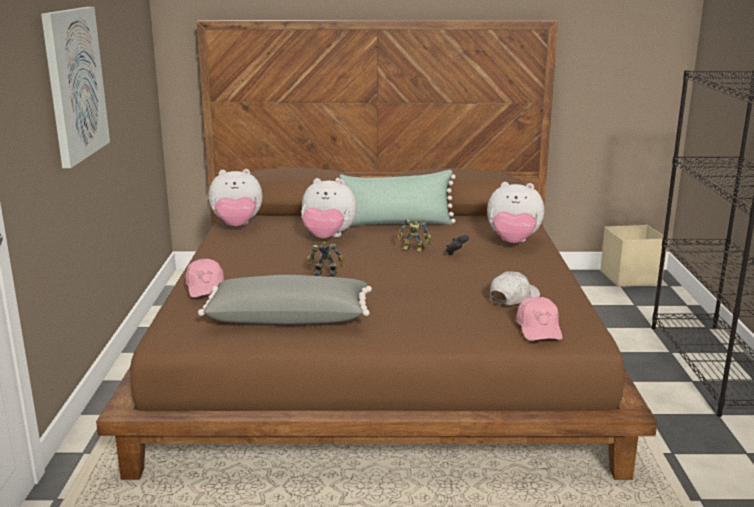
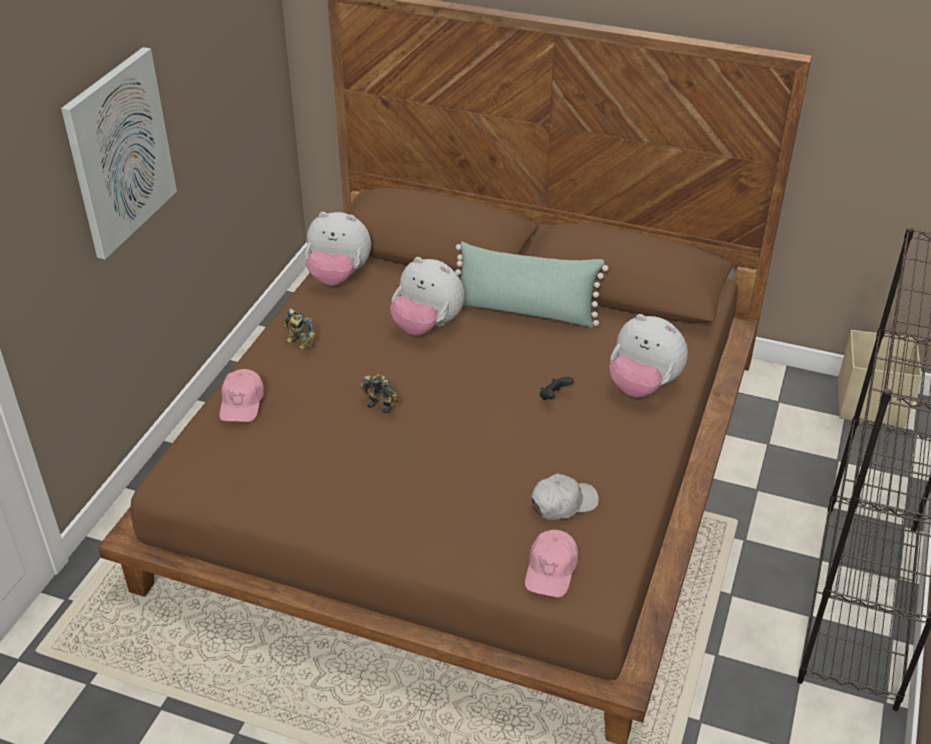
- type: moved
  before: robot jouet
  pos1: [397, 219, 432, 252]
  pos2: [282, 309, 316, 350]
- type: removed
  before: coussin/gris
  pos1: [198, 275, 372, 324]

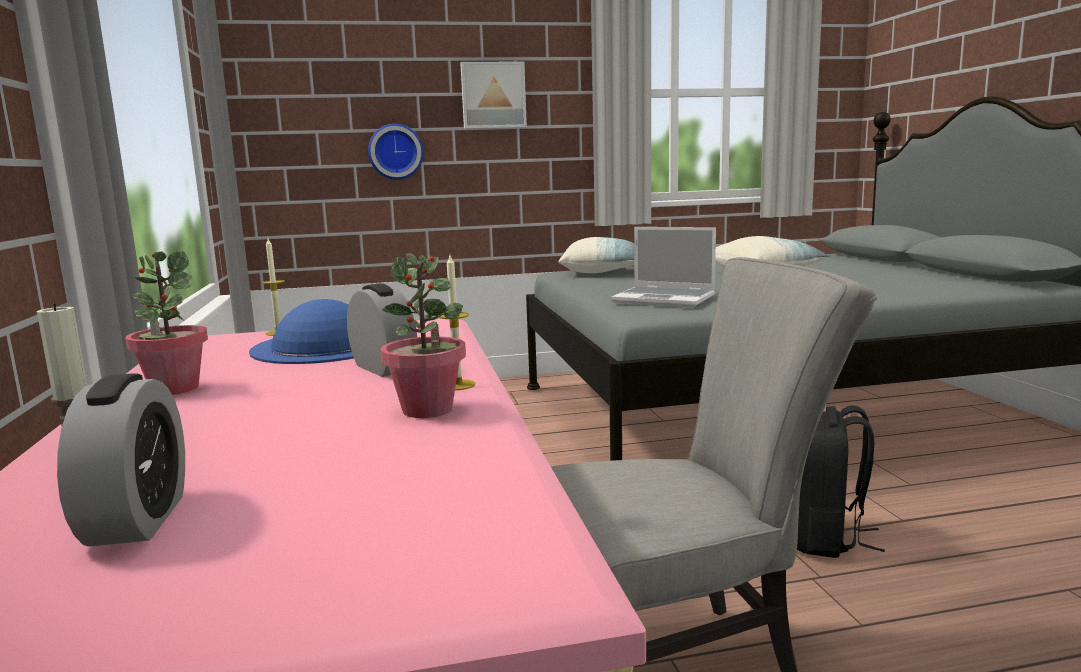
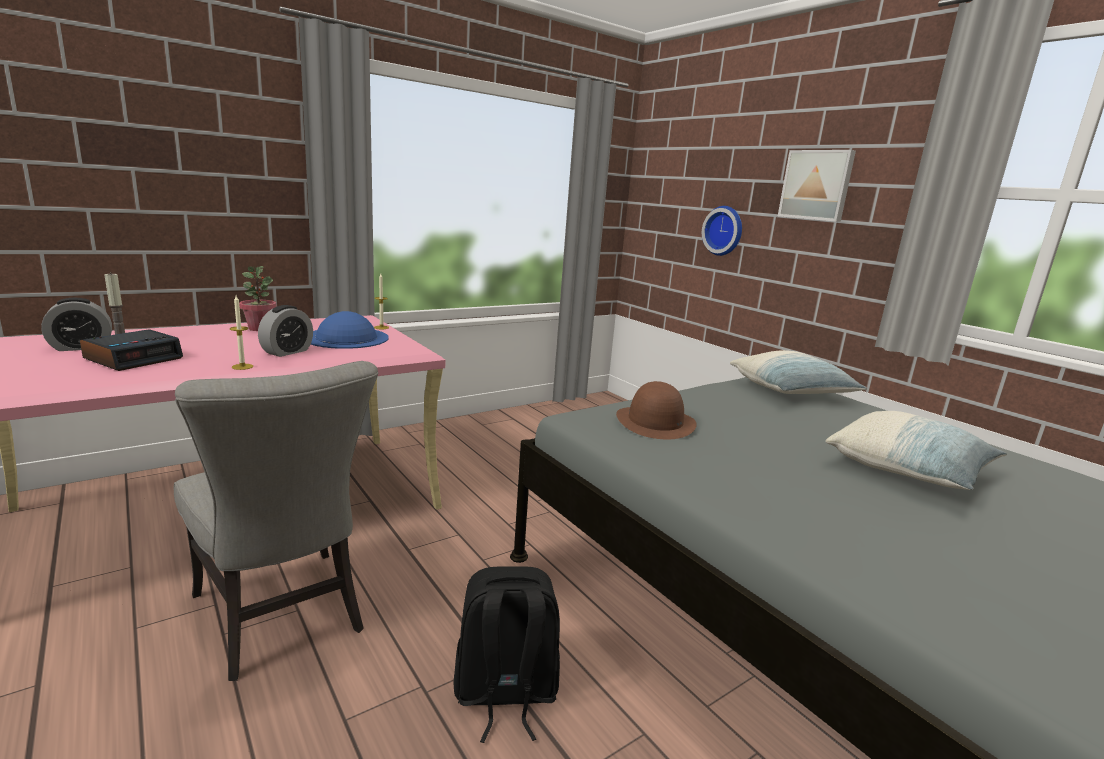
- type: replaced
  before: ordinateur portable
  after: chapeau/marron
  pos1: [611, 227, 716, 308]
  pos2: [616, 381, 697, 440]
- type: removed
  before: plante en pot
  pos1: [380, 253, 466, 418]
- type: added
  after: réveil
  pos2: [80, 329, 183, 371]

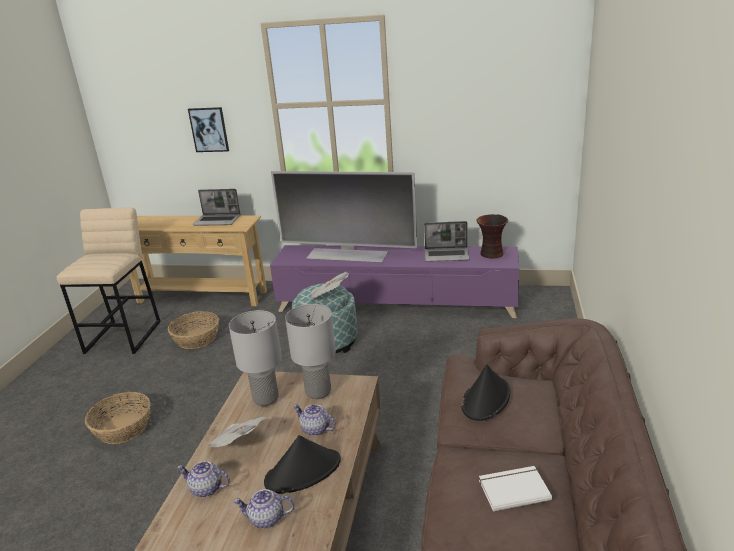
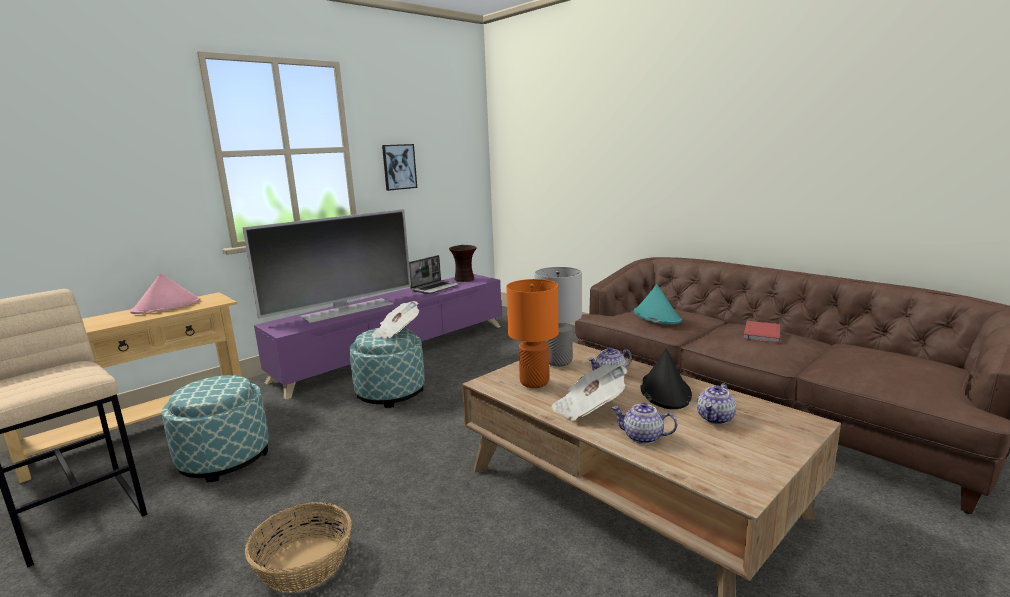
- type: moved
  before: tableau
  pos1: [188, 107, 229, 152]
  pos2: [382, 144, 417, 191]
- type: replaced
  before: ordinateur portable
  after: chapeau/rose
  pos1: [193, 189, 241, 226]
  pos2: [130, 273, 201, 314]
- type: recoloured
  before: lampe de table/gris
  after: lampe de table/orange
  pos1: [229, 310, 282, 406]
  pos2: [506, 279, 559, 388]
- type: replaced
  before: panier
  after: pouf
  pos1: [168, 311, 219, 349]
  pos2: [162, 375, 269, 483]
- type: recoloured
  before: chapeau/noir
  after: chapeau/turquoise
  pos1: [461, 364, 510, 421]
  pos2: [634, 284, 682, 324]
- type: turned
  before: théière
  pos1: [177, 461, 230, 497]
  pos2: [611, 402, 677, 444]
  turn: 60
- type: recoloured
  before: livre/blanc
  after: livre/rouge
  pos1: [479, 466, 552, 511]
  pos2: [743, 321, 780, 343]

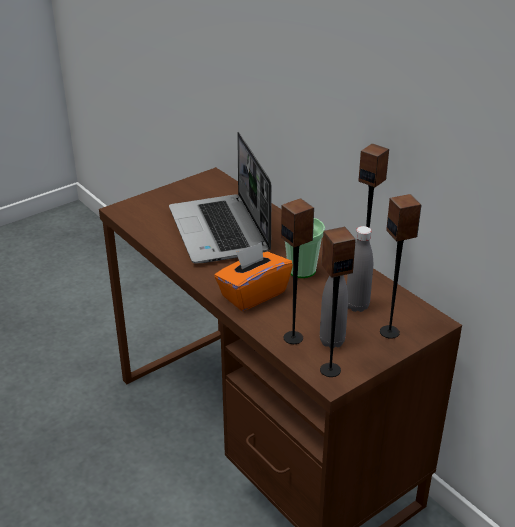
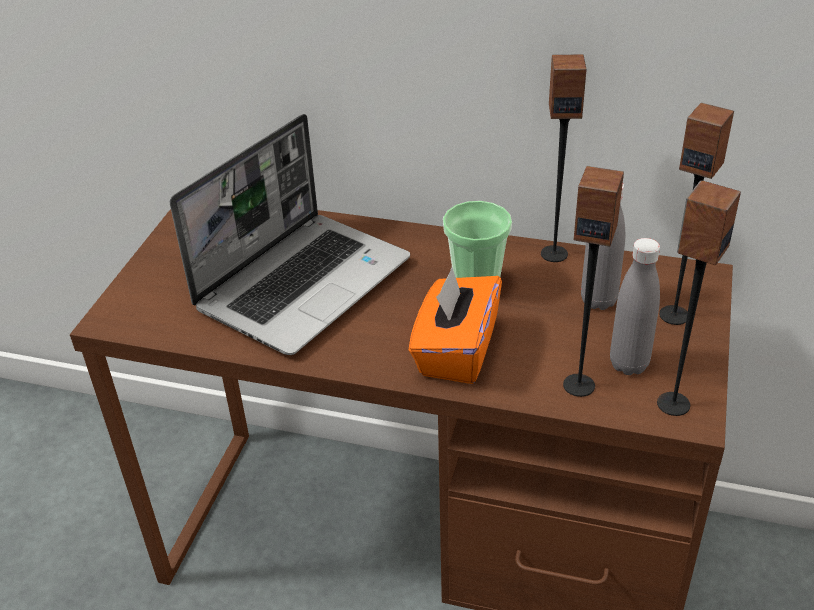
- type: turned
  before: ordinateur portable
  pos1: [169, 132, 272, 263]
  pos2: [170, 114, 410, 355]
  turn: -90

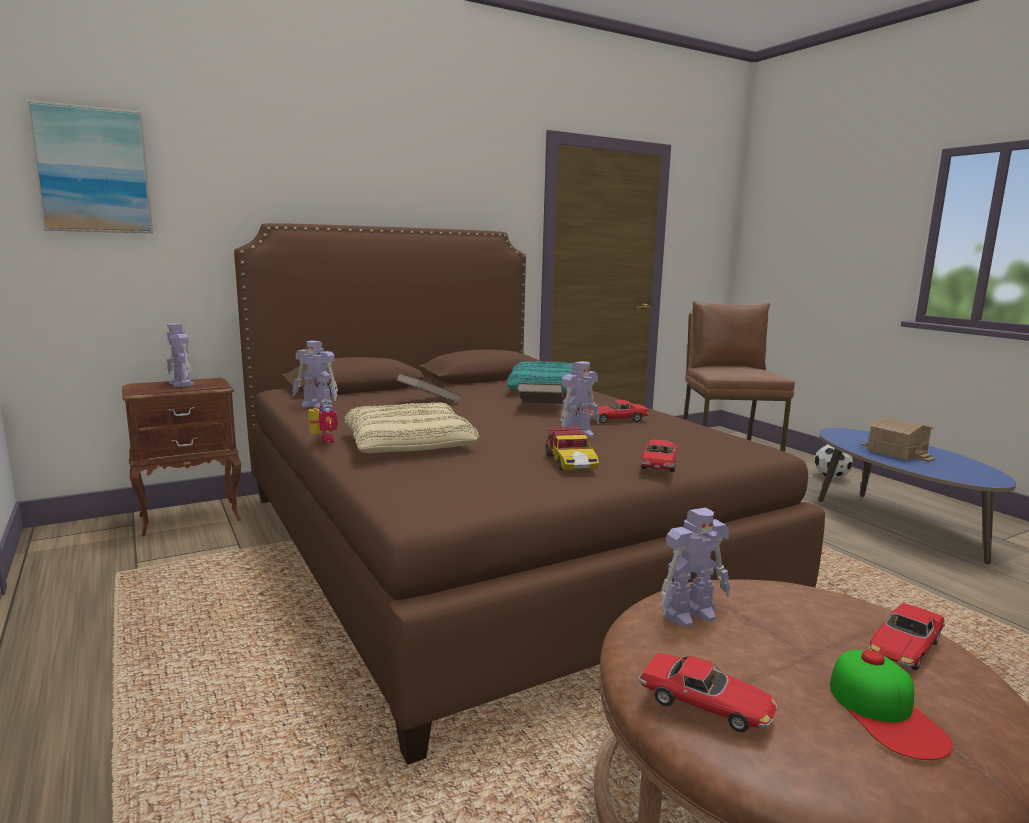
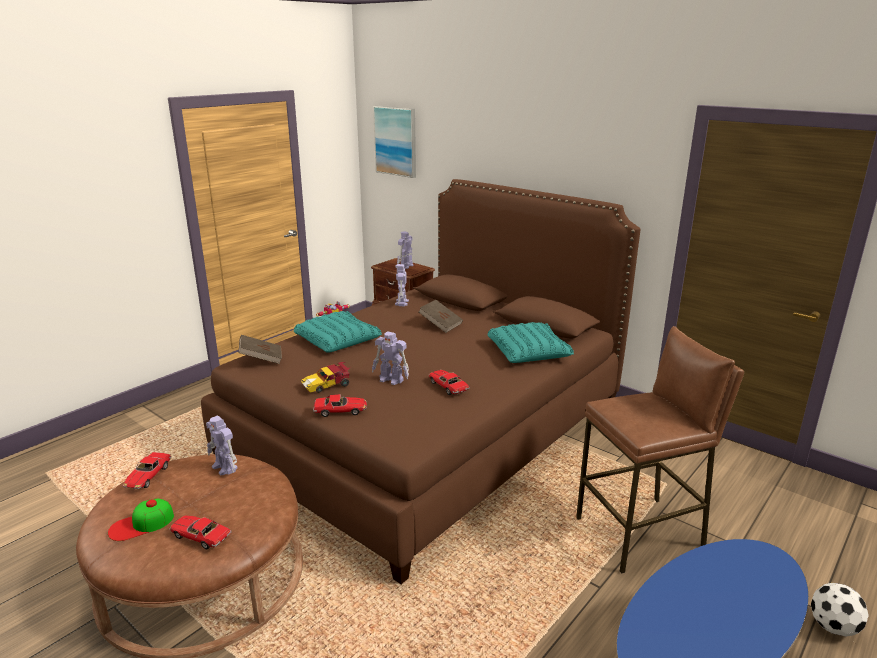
- type: moved
  before: livre/marron
  pos1: [517, 383, 564, 404]
  pos2: [239, 335, 282, 364]
- type: recoloured
  before: coussin/beige
  after: coussin/turquoise
  pos1: [344, 402, 479, 453]
  pos2: [294, 311, 382, 353]
- type: removed
  before: maison miniature
  pos1: [861, 417, 935, 462]

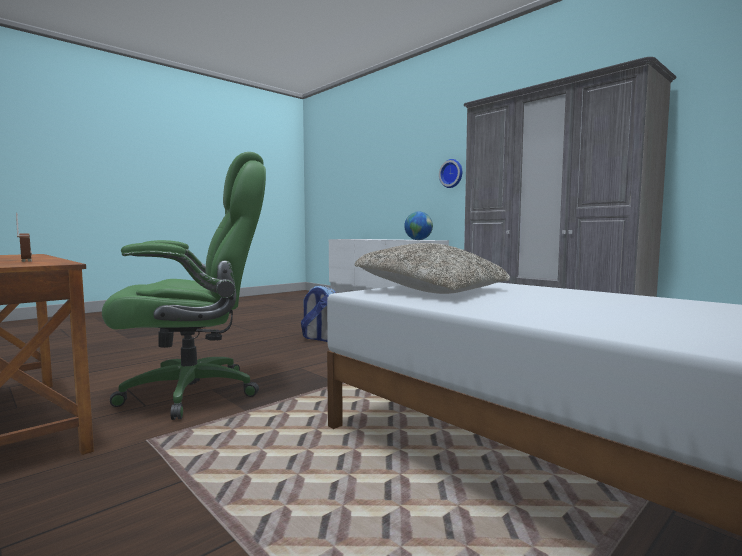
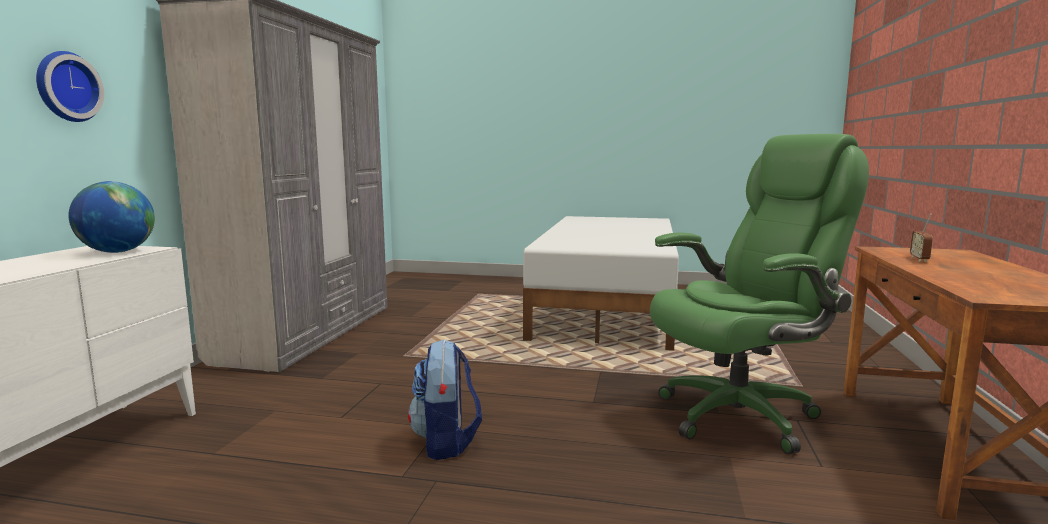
- type: turned
  before: chaise de bureau/vert
  pos1: [102, 152, 266, 420]
  pos2: [650, 134, 869, 454]
  turn: 120
- type: removed
  before: coussin/beige
  pos1: [354, 243, 510, 294]

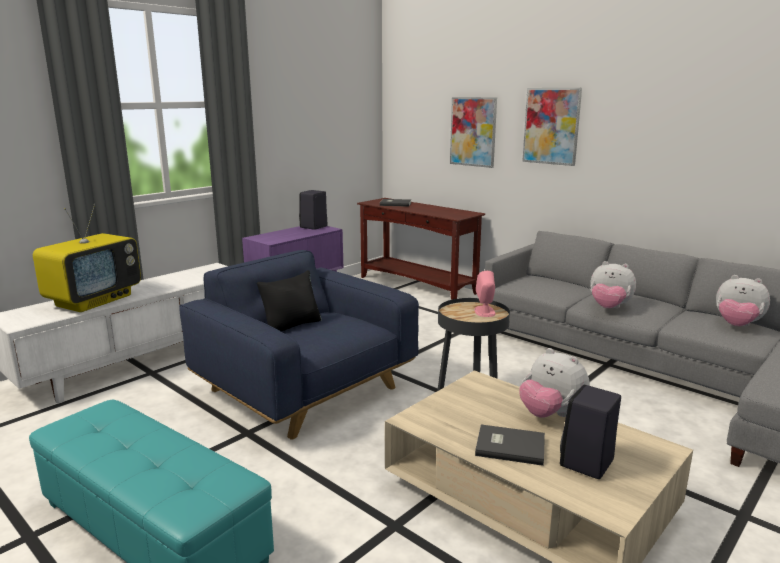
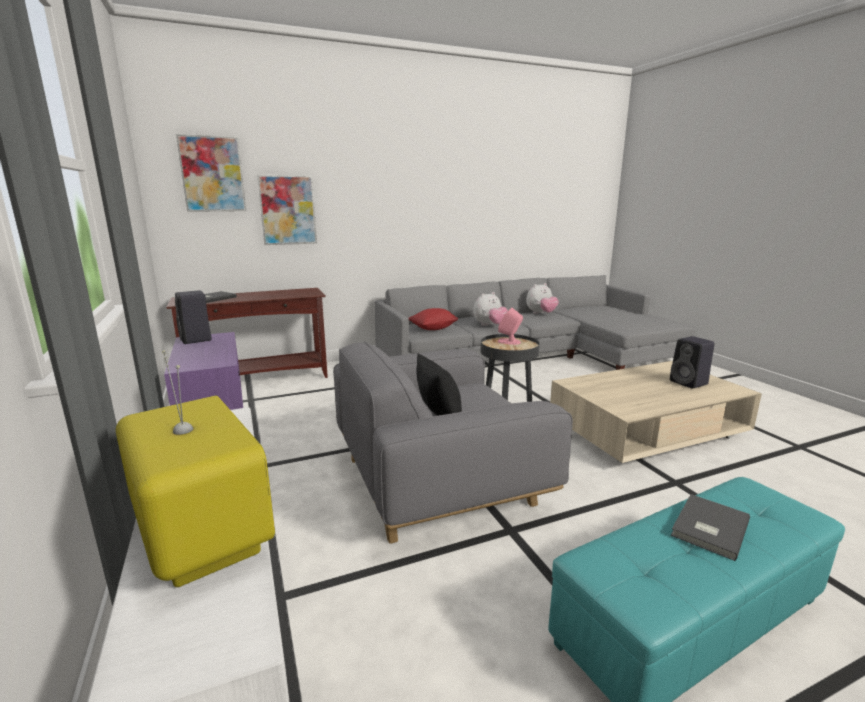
- type: moved
  before: tableau
  pos1: [522, 88, 582, 166]
  pos2: [176, 134, 246, 212]
- type: recoloured
  before: fauteuil/bleu
  after: fauteuil/gris
  pos1: [179, 250, 419, 440]
  pos2: [333, 341, 573, 544]
- type: removed
  before: peluche
  pos1: [519, 348, 590, 418]
- type: moved
  before: livre/gris
  pos1: [475, 424, 545, 466]
  pos2: [671, 494, 750, 561]
- type: added
  after: coussin/rouge
  pos2: [409, 308, 459, 330]

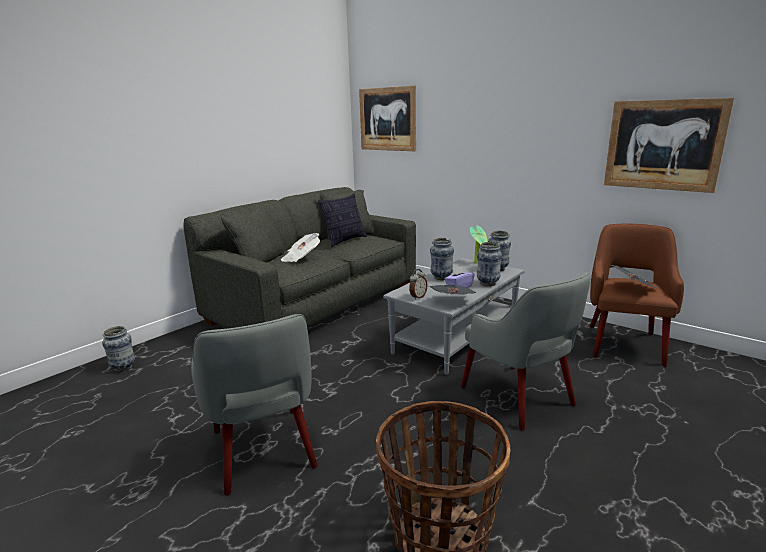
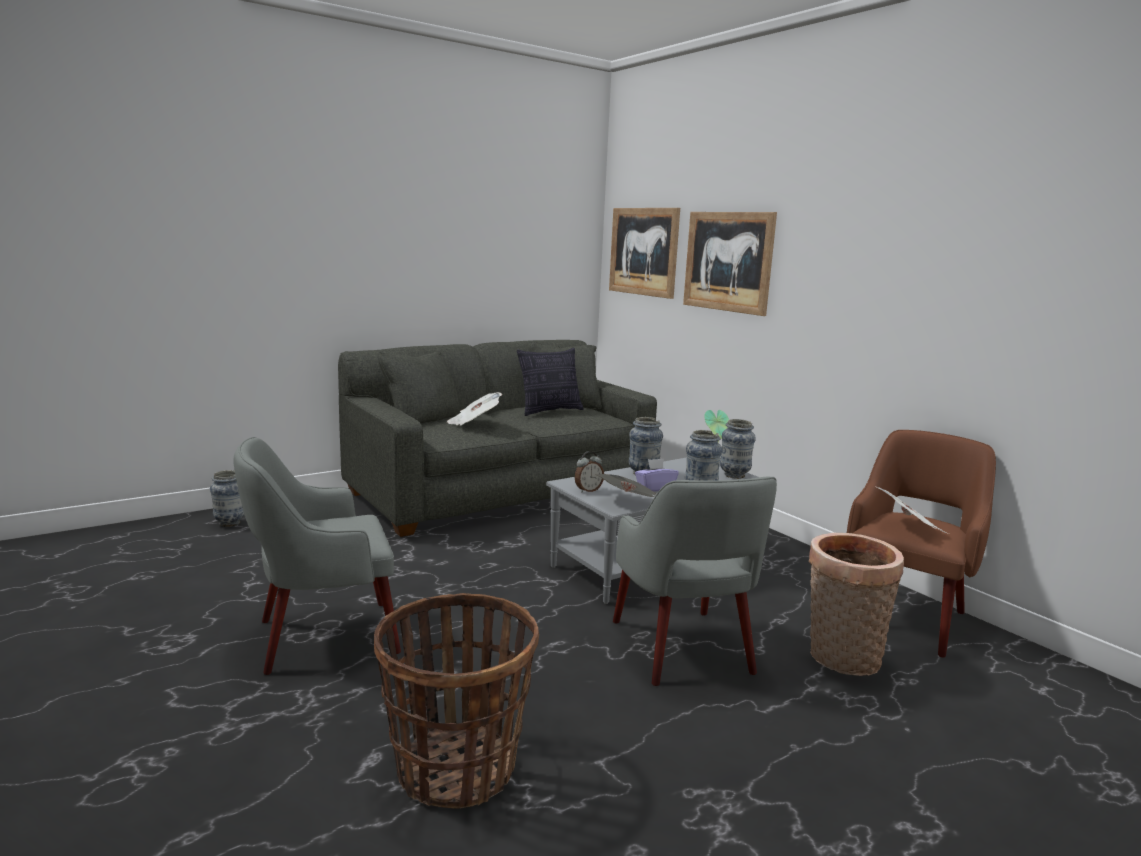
- type: moved
  before: tableau
  pos1: [604, 98, 734, 193]
  pos2: [683, 212, 777, 316]
- type: turned
  before: fauteuil/gris
  pos1: [191, 314, 318, 496]
  pos2: [234, 437, 401, 675]
  turn: 75
- type: added
  after: panier
  pos2: [808, 533, 904, 676]

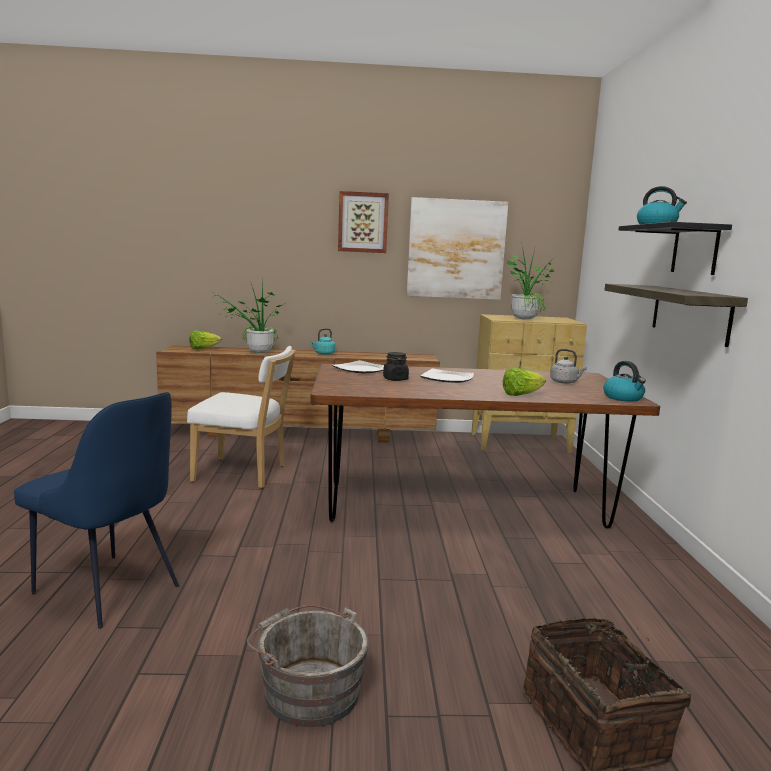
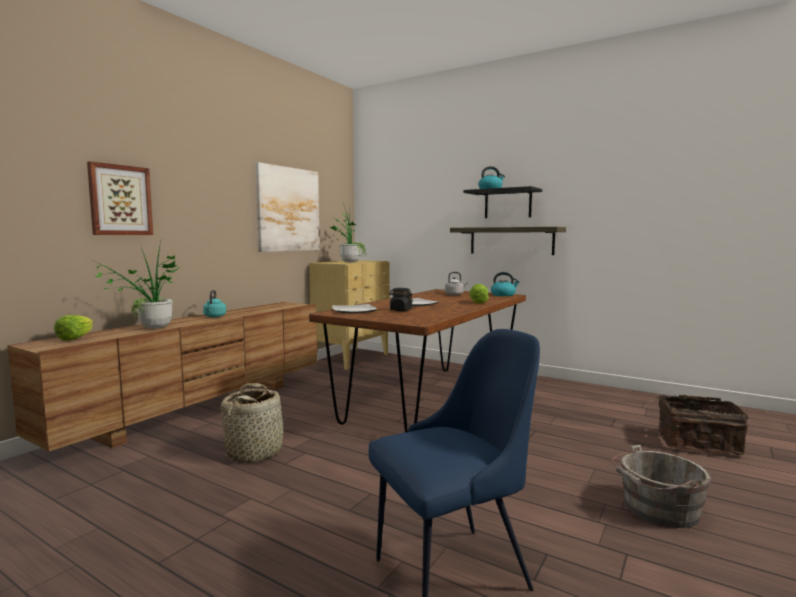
- type: moved
  before: tableau
  pos1: [338, 191, 389, 253]
  pos2: [87, 161, 153, 235]
- type: replaced
  before: chaise/blanc
  after: panier
  pos1: [187, 346, 296, 488]
  pos2: [221, 383, 286, 463]

